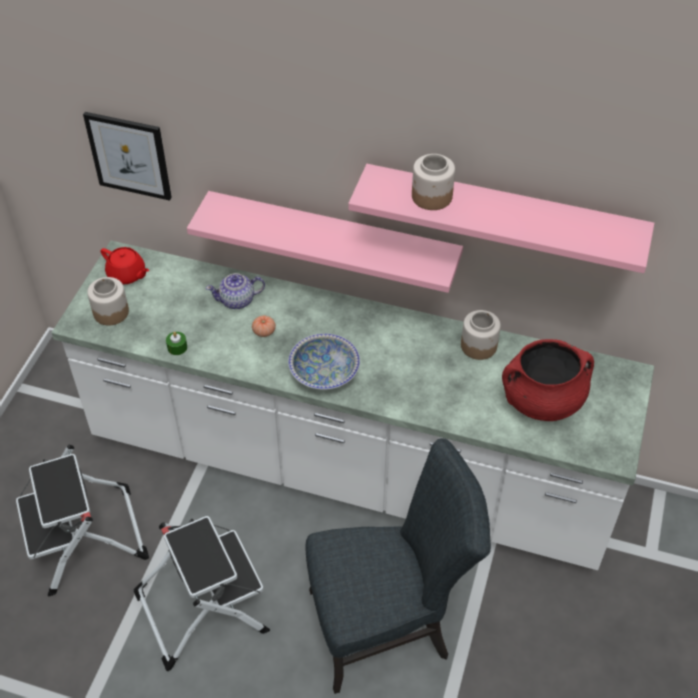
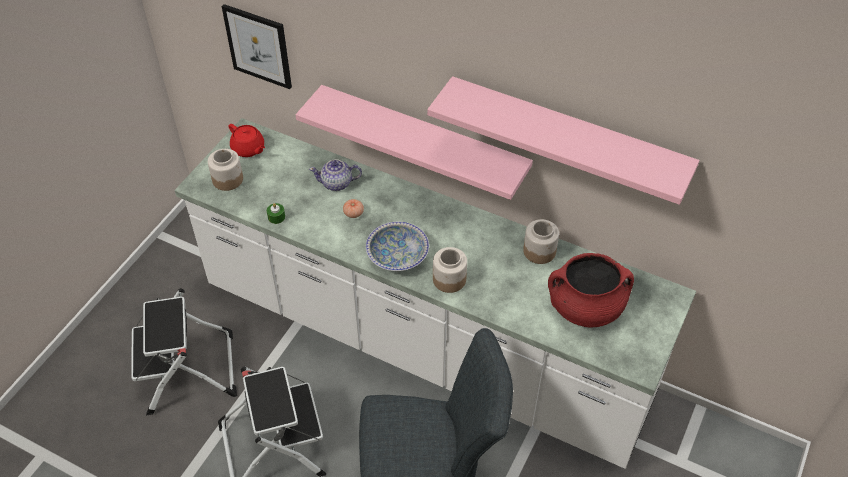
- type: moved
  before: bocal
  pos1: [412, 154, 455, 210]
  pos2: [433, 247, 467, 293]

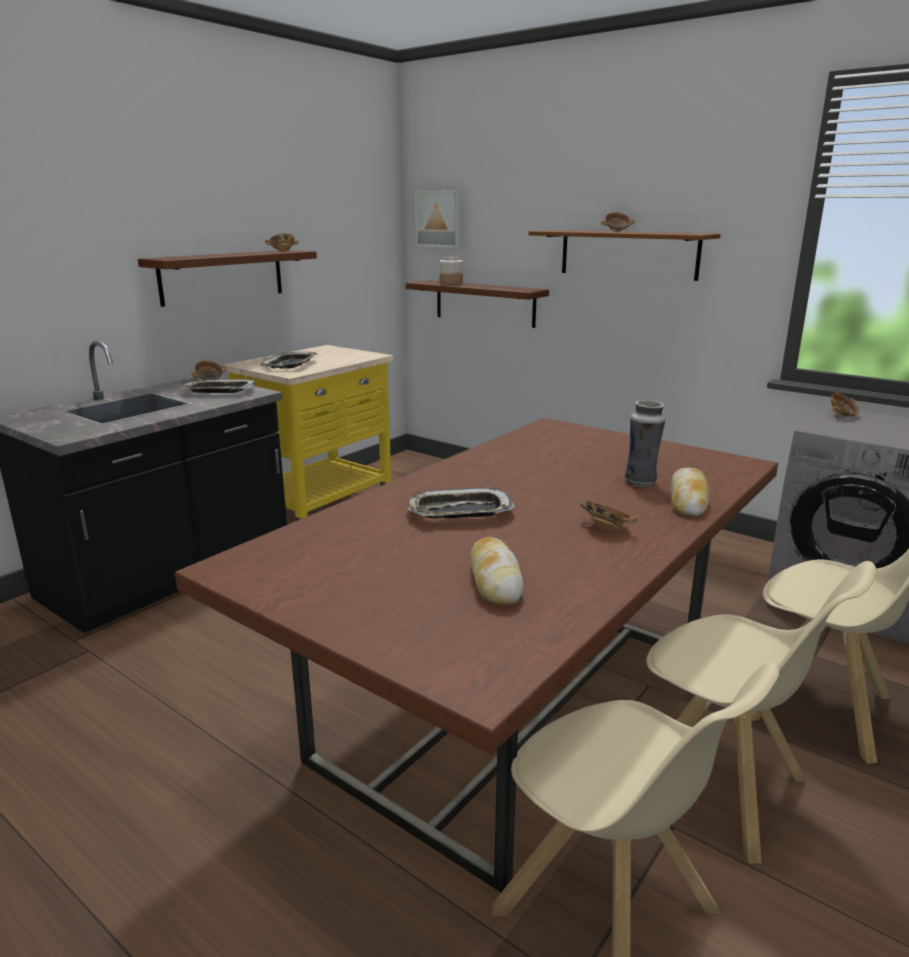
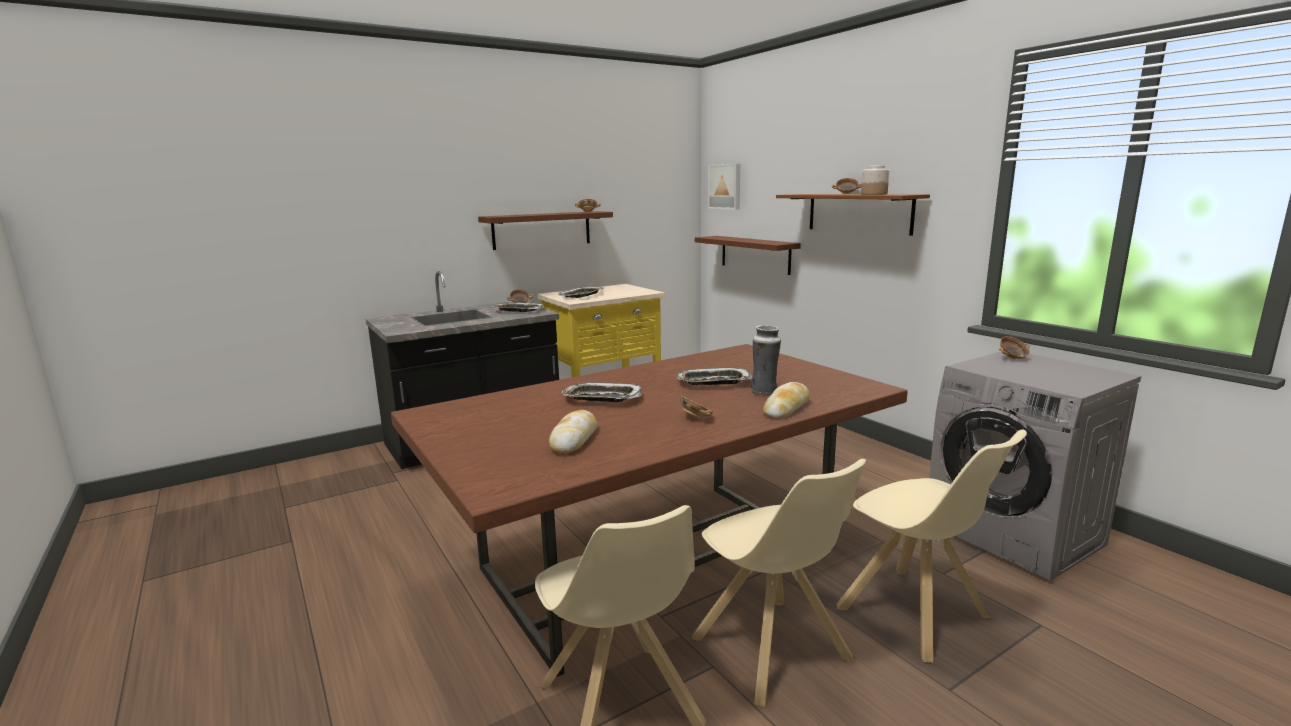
- type: moved
  before: bocal
  pos1: [439, 257, 463, 285]
  pos2: [861, 165, 889, 195]
- type: added
  after: plateau
  pos2: [677, 367, 752, 385]

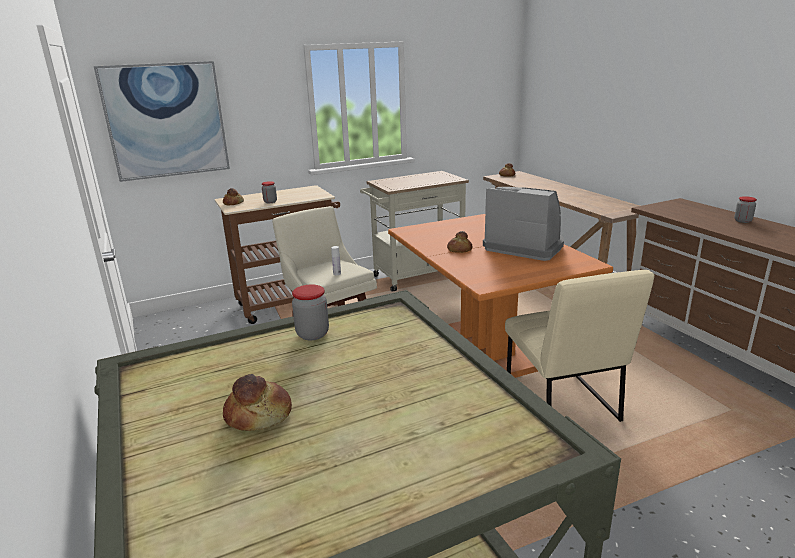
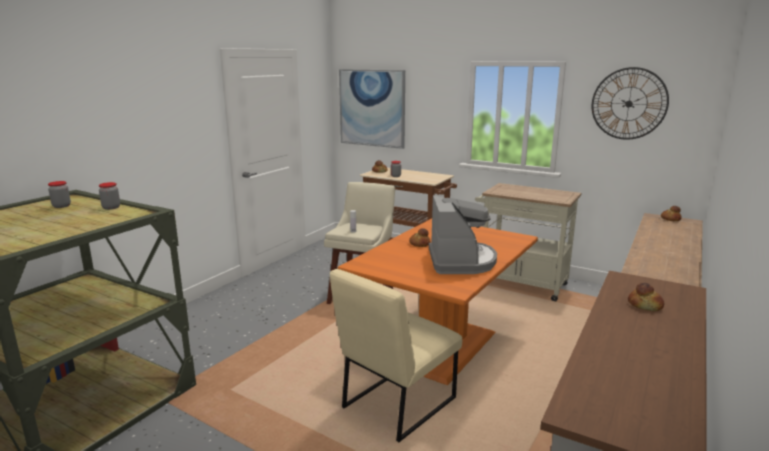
- type: moved
  before: bocal
  pos1: [734, 196, 757, 223]
  pos2: [48, 181, 71, 208]
- type: moved
  before: pain
  pos1: [223, 374, 292, 431]
  pos2: [628, 283, 664, 311]
- type: added
  after: horloge murale
  pos2: [592, 67, 669, 140]

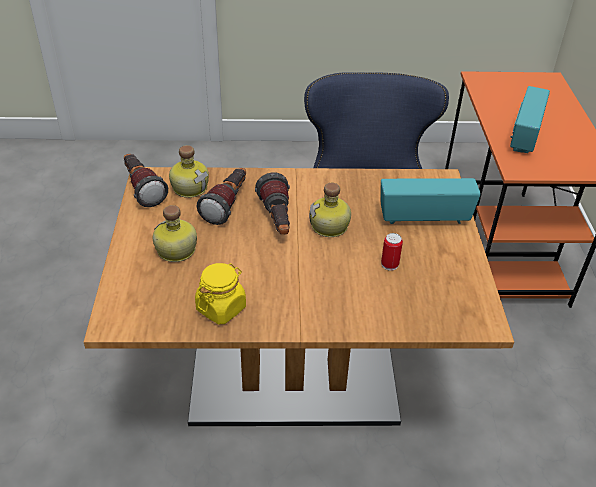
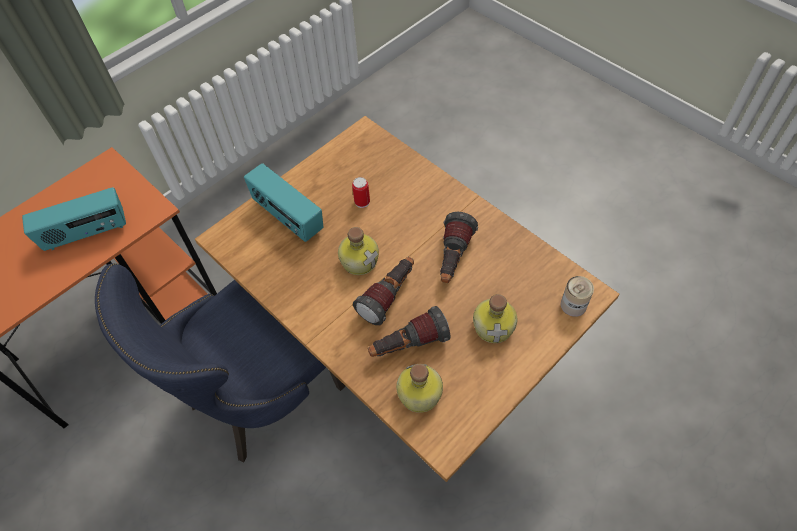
- type: moved
  before: lampe de poche
  pos1: [124, 154, 168, 207]
  pos2: [440, 211, 478, 283]
- type: removed
  before: bocal/jaune
  pos1: [195, 263, 246, 324]
- type: added
  after: boîte métallique
  pos2: [561, 276, 594, 317]

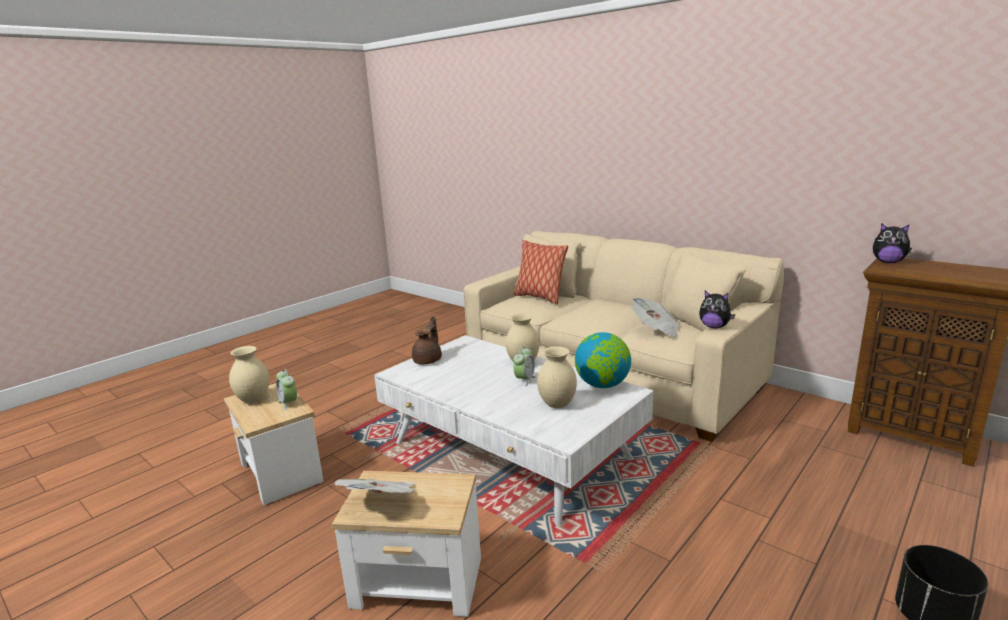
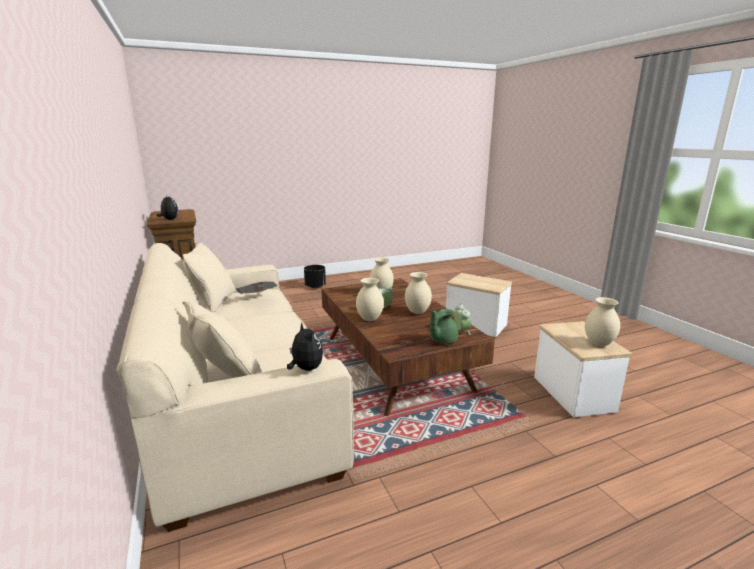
- type: removed
  before: coussin
  pos1: [514, 240, 568, 304]
- type: moved
  before: peluche
  pos1: [699, 291, 735, 329]
  pos2: [287, 323, 323, 371]
- type: recoloured
  before: théière/marron
  after: théière/vert
  pos1: [412, 316, 442, 364]
  pos2: [430, 309, 458, 344]
- type: removed
  before: globe
  pos1: [575, 332, 631, 388]
- type: recoloured
  before: table basse/blanc
  after: table basse/marron
  pos1: [374, 335, 653, 526]
  pos2: [322, 278, 495, 416]
- type: moved
  before: réveil
  pos1: [276, 369, 297, 410]
  pos2: [454, 304, 471, 335]
- type: removed
  before: journal
  pos1: [334, 479, 416, 493]
- type: added
  after: vase/beige
  pos2: [405, 272, 432, 314]

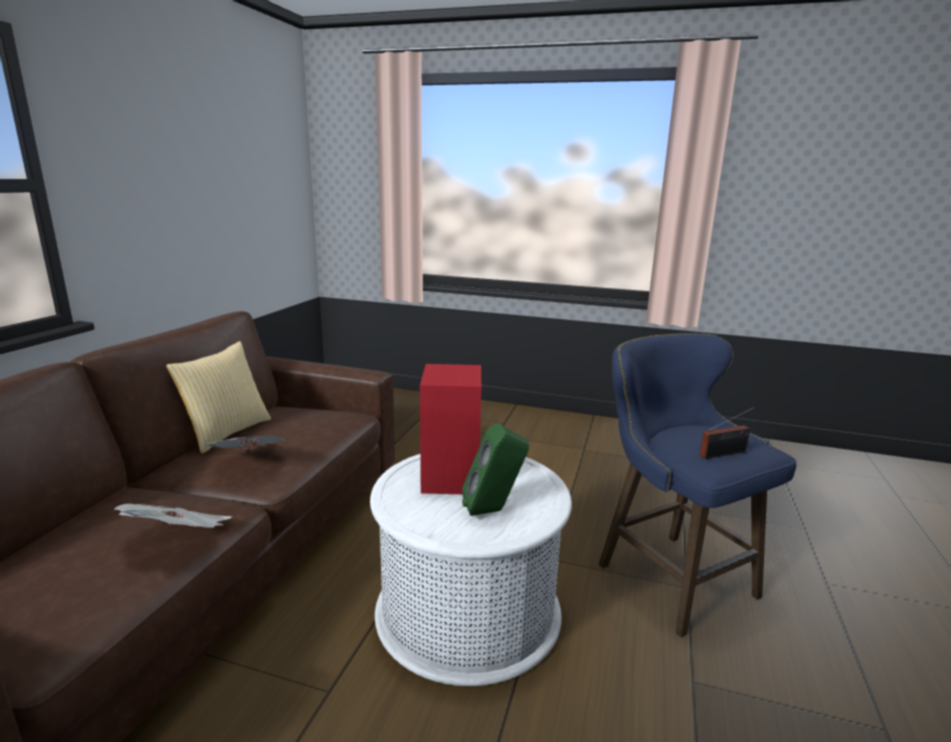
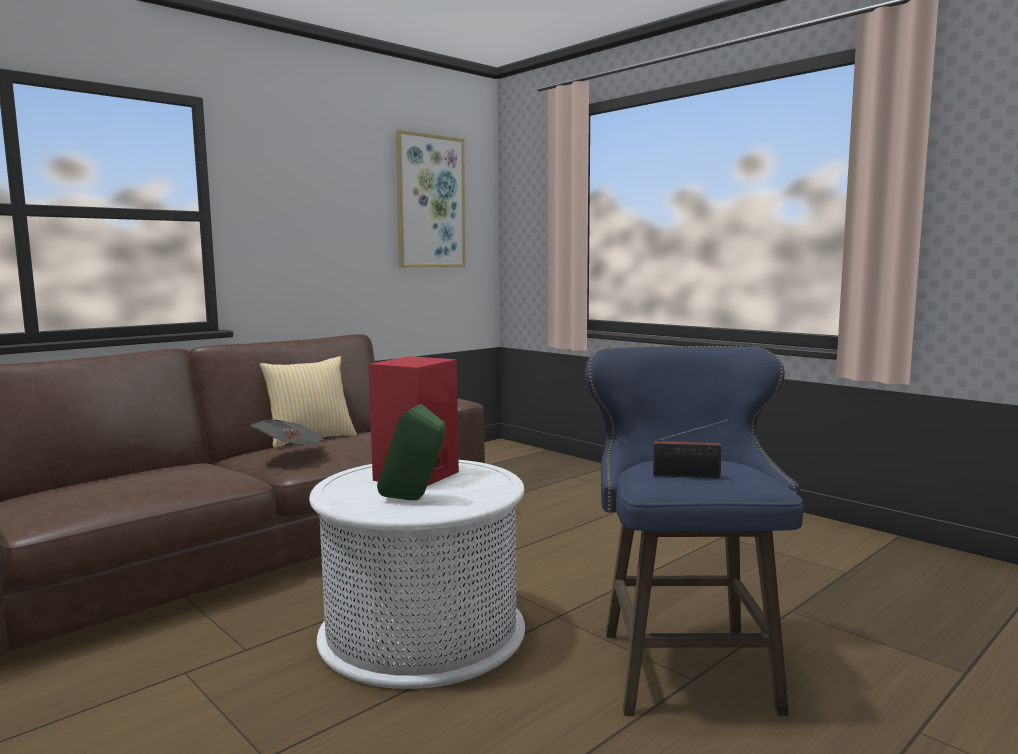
- type: removed
  before: journal
  pos1: [114, 504, 232, 528]
- type: added
  after: tableau
  pos2: [396, 130, 466, 267]

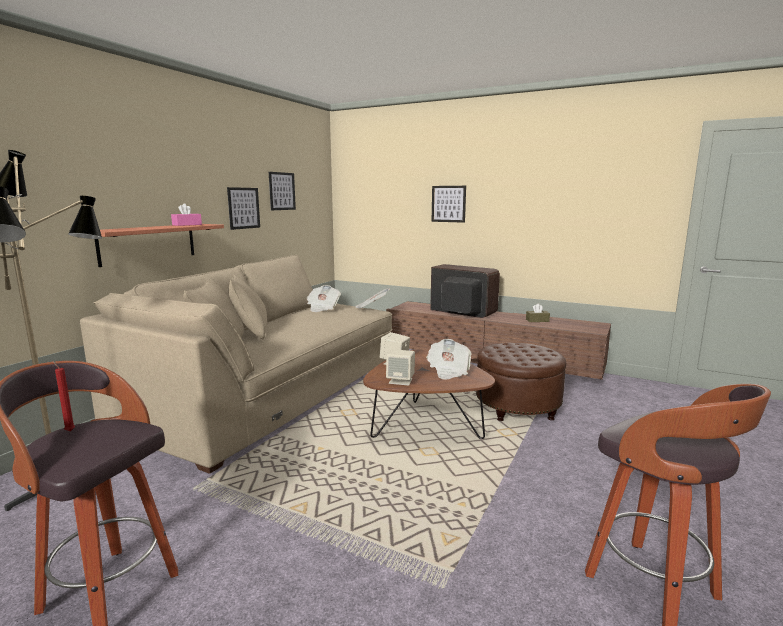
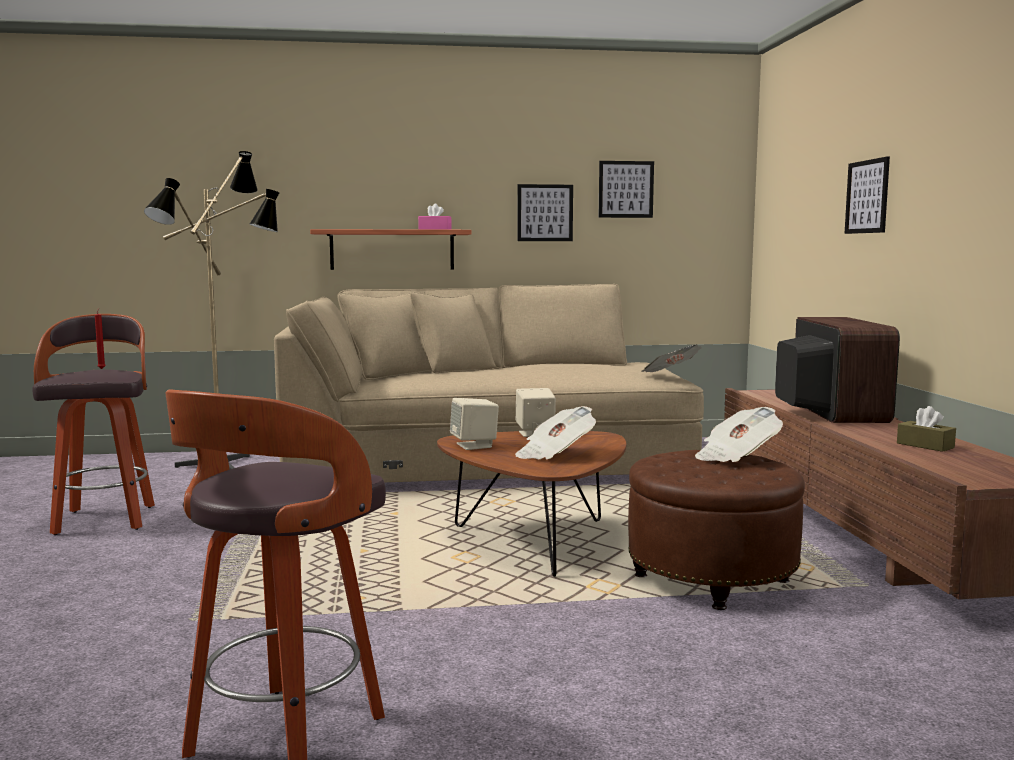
- type: moved
  before: journal
  pos1: [307, 285, 341, 312]
  pos2: [695, 407, 783, 462]

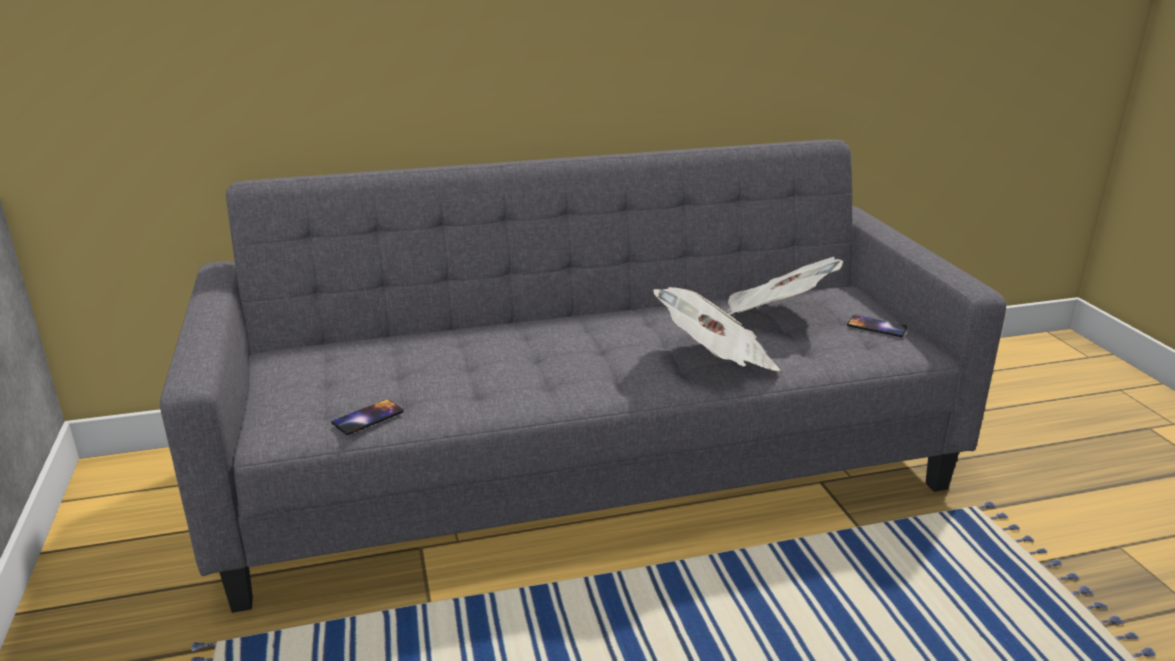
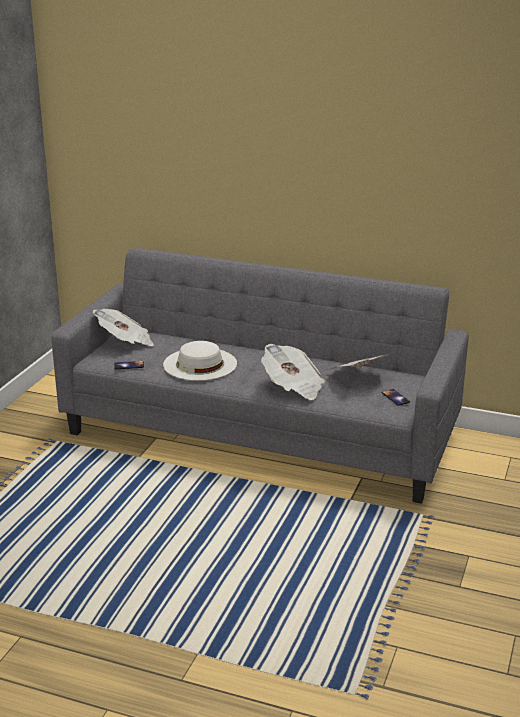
- type: added
  after: journal
  pos2: [93, 309, 154, 346]
- type: added
  after: chapeau/blanc
  pos2: [163, 341, 237, 381]

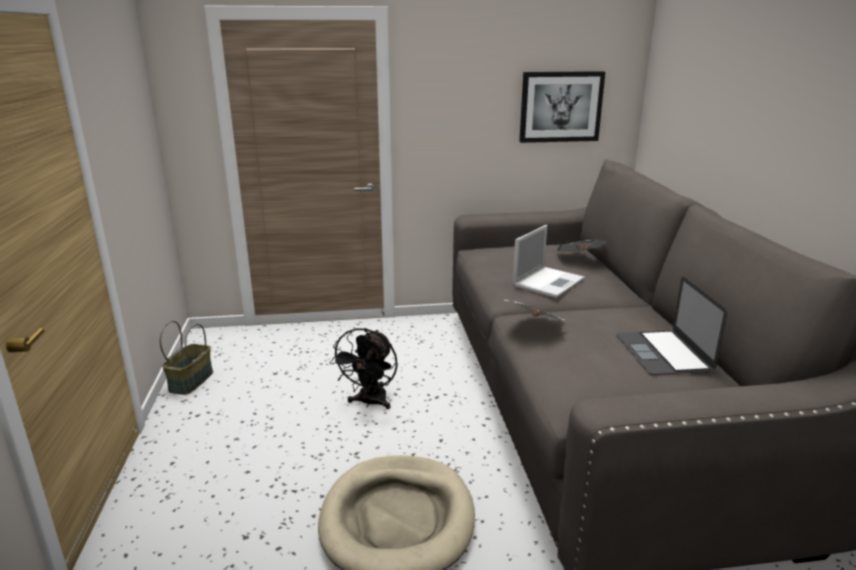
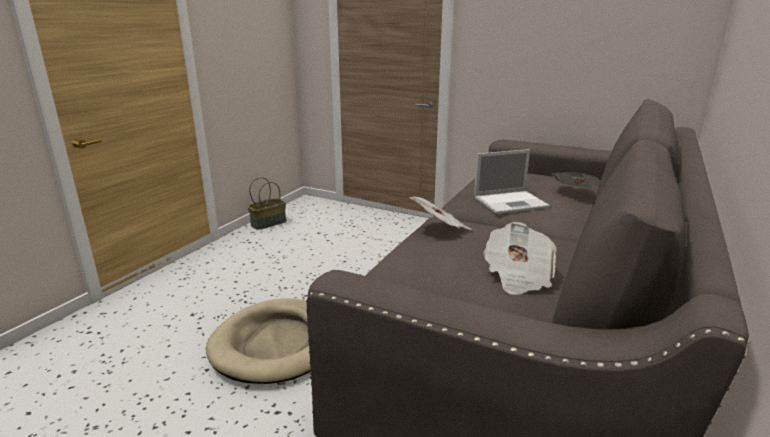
- type: removed
  before: tableau
  pos1: [519, 71, 605, 143]
- type: replaced
  before: ordinateur portable
  after: journal
  pos1: [617, 277, 727, 375]
  pos2: [483, 222, 557, 295]
- type: removed
  before: ventilateur/noir
  pos1: [330, 328, 398, 409]

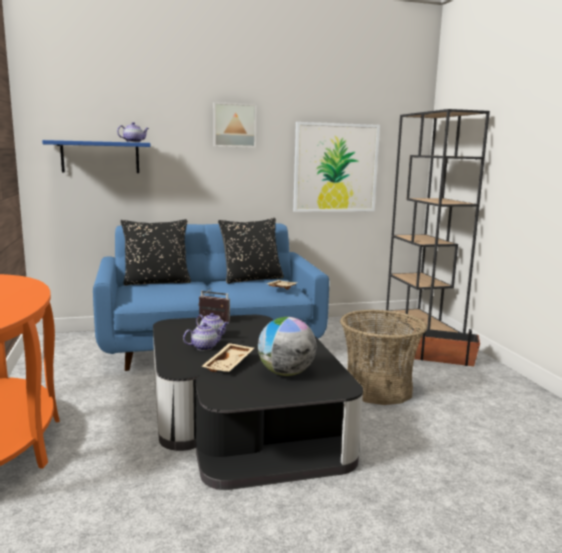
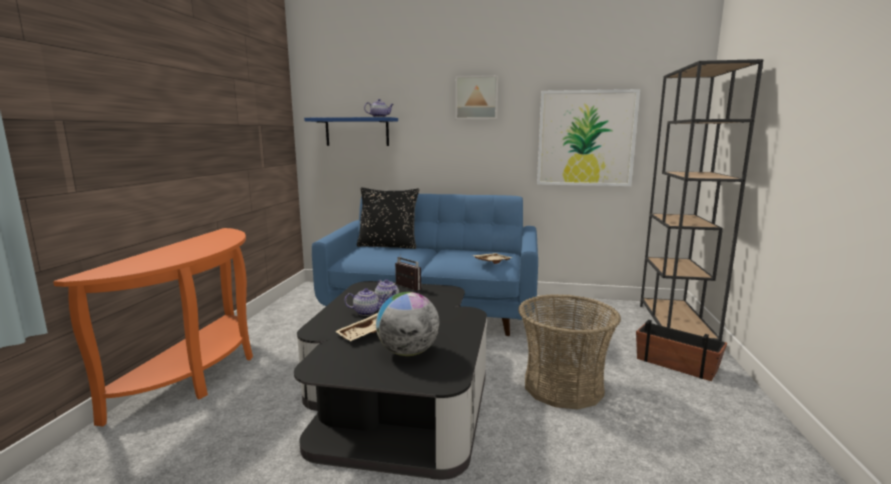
- type: removed
  before: coussin/noir
  pos1: [218, 218, 284, 284]

